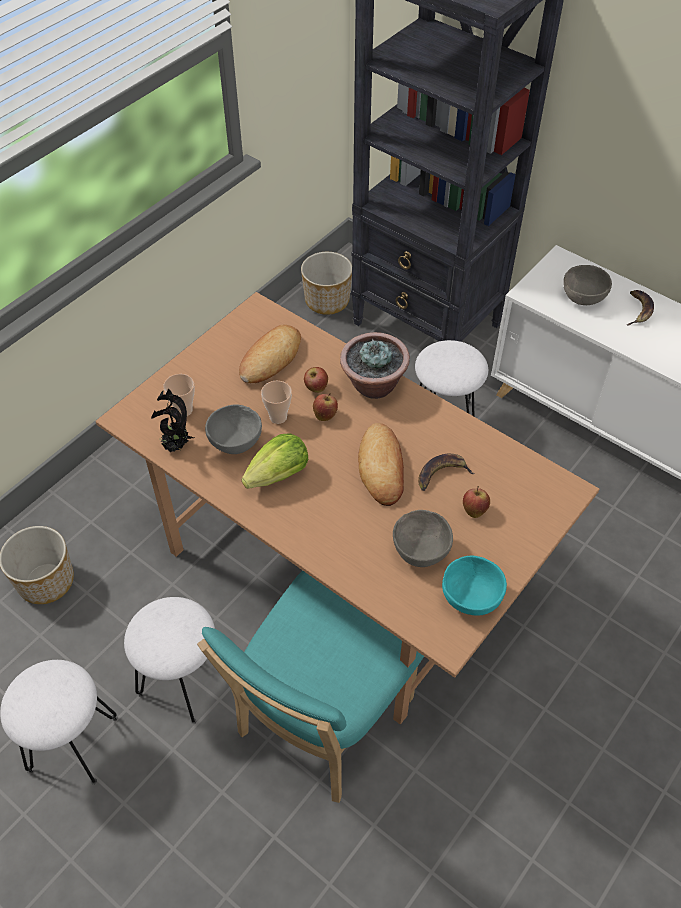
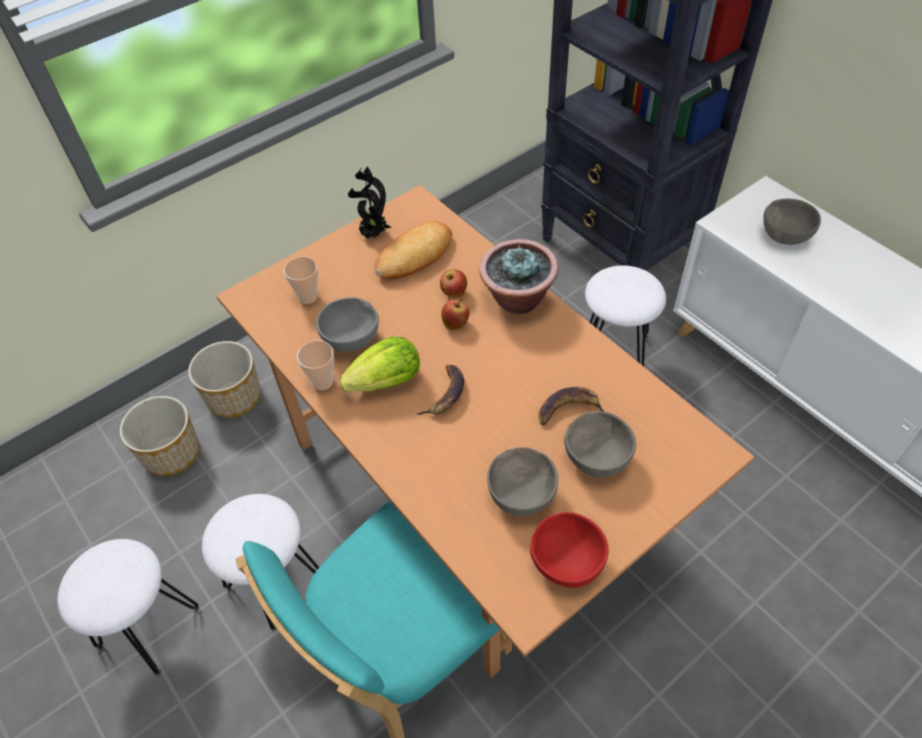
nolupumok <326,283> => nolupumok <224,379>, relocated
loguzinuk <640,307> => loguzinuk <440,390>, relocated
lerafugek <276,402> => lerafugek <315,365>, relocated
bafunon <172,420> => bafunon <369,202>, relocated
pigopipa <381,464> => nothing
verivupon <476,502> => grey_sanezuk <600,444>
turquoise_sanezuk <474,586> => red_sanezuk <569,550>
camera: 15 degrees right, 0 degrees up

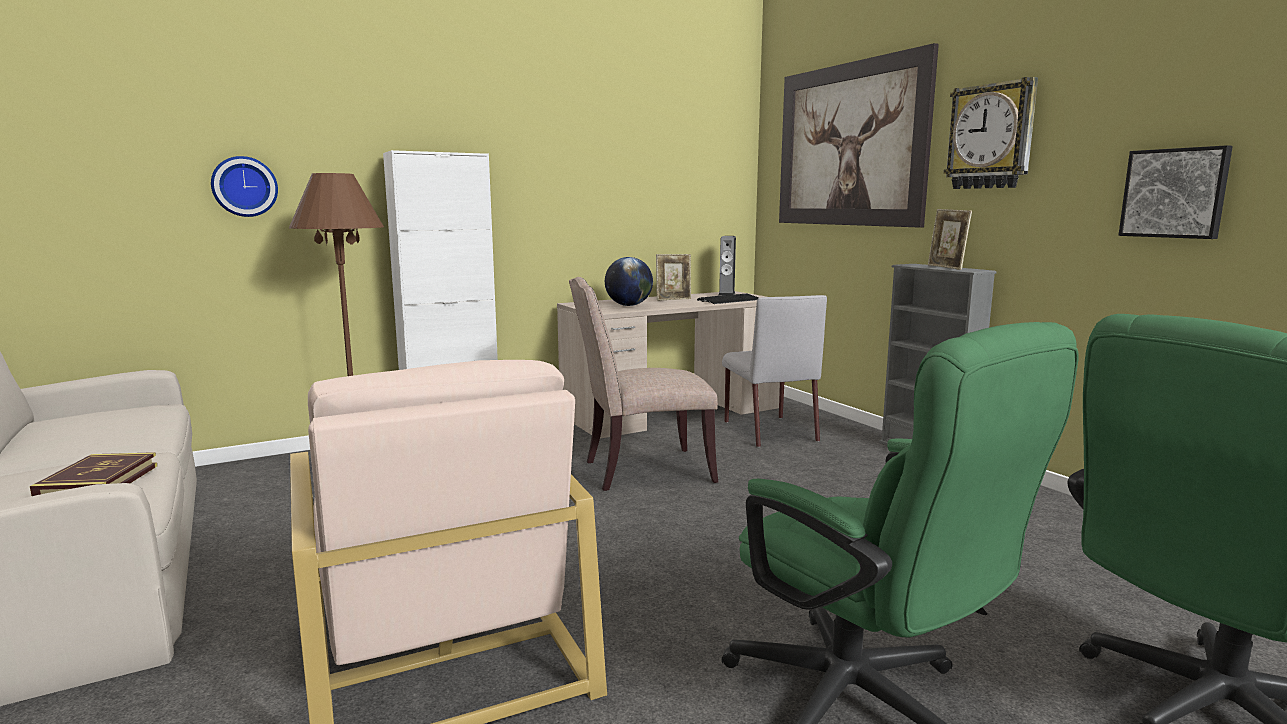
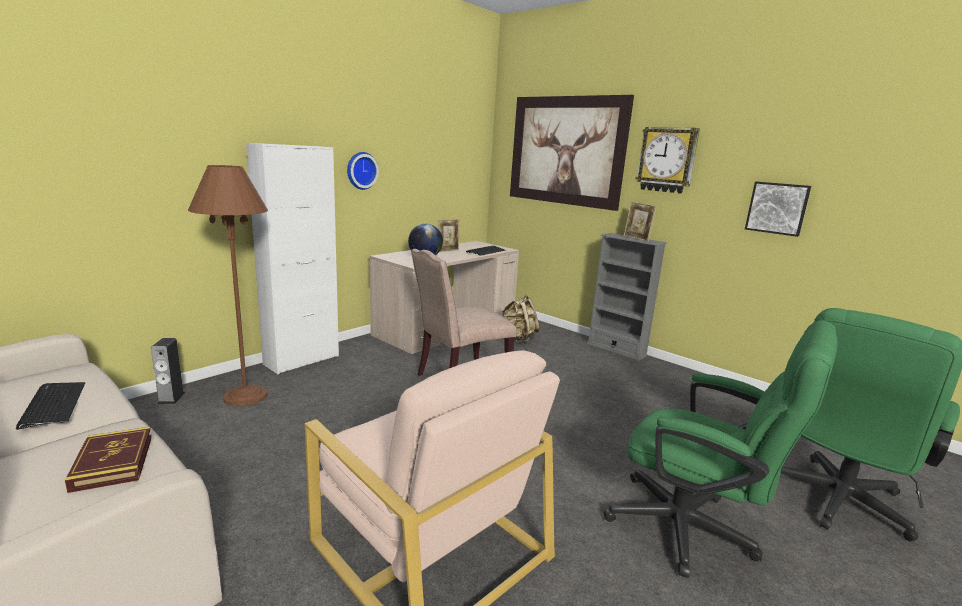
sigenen <244,186> => sigenen <363,171>, relocated
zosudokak <727,266> => zosudokak <168,371>, relocated
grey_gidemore <774,371> => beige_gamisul <521,319>
nothing => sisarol <50,406>
camera: 20 degrees left, 5 degrees up

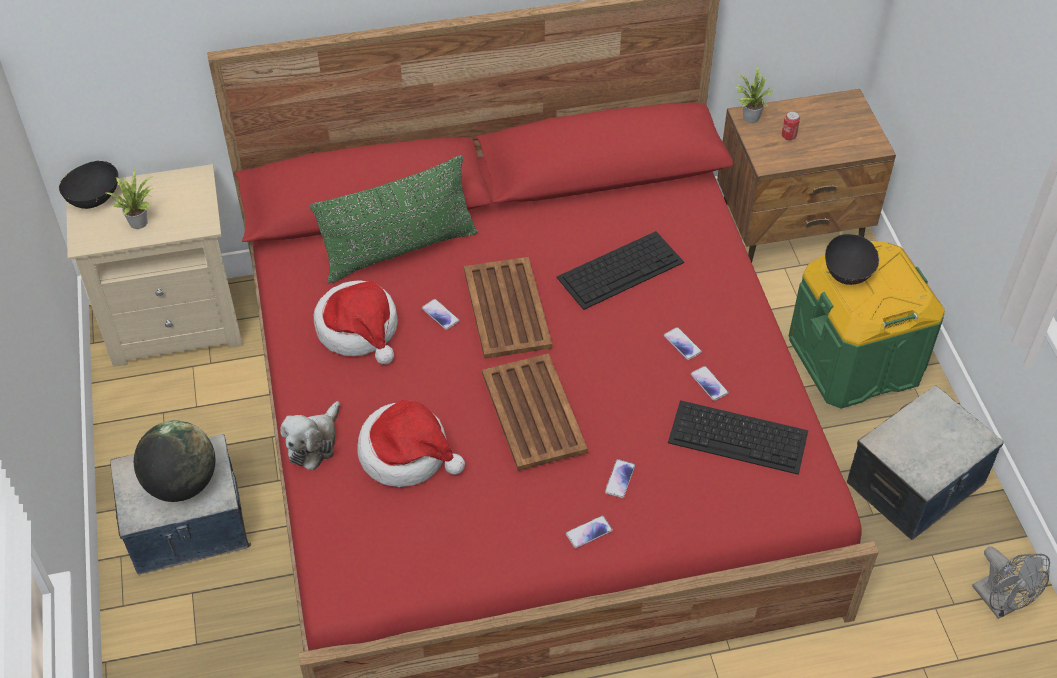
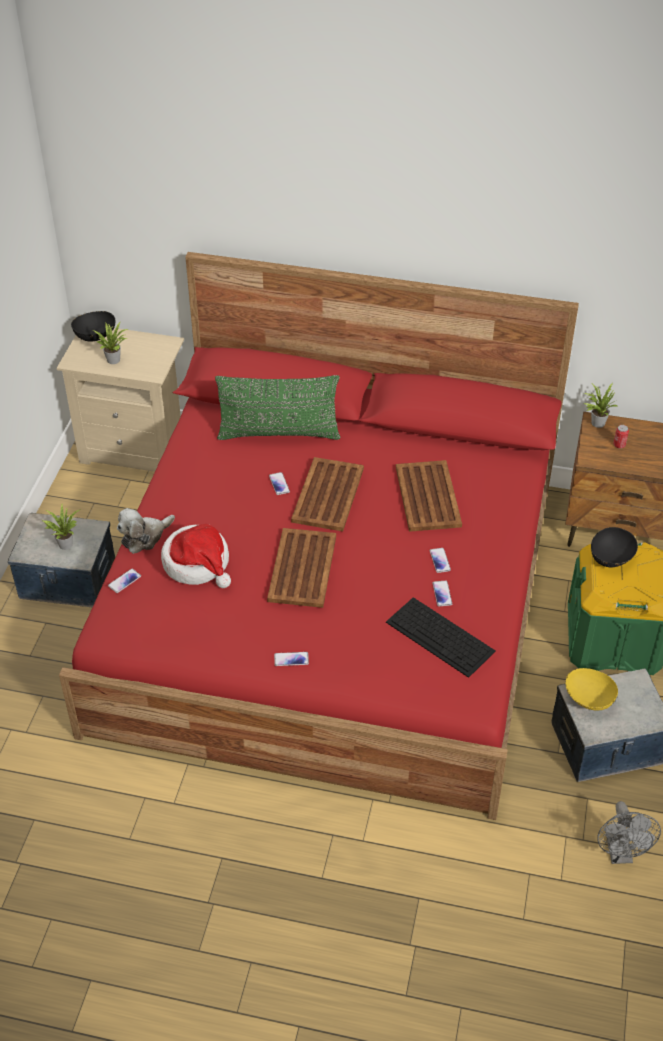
sisarol <620,270> => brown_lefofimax <429,496>
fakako <356,323> => nothing
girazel <174,461> => bafunon <61,527>
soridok <620,478> => soridok <124,581>, relocated
nothing => yellow_sanezuk <591,689>
camera: 25 degrees right, 5 degrees down

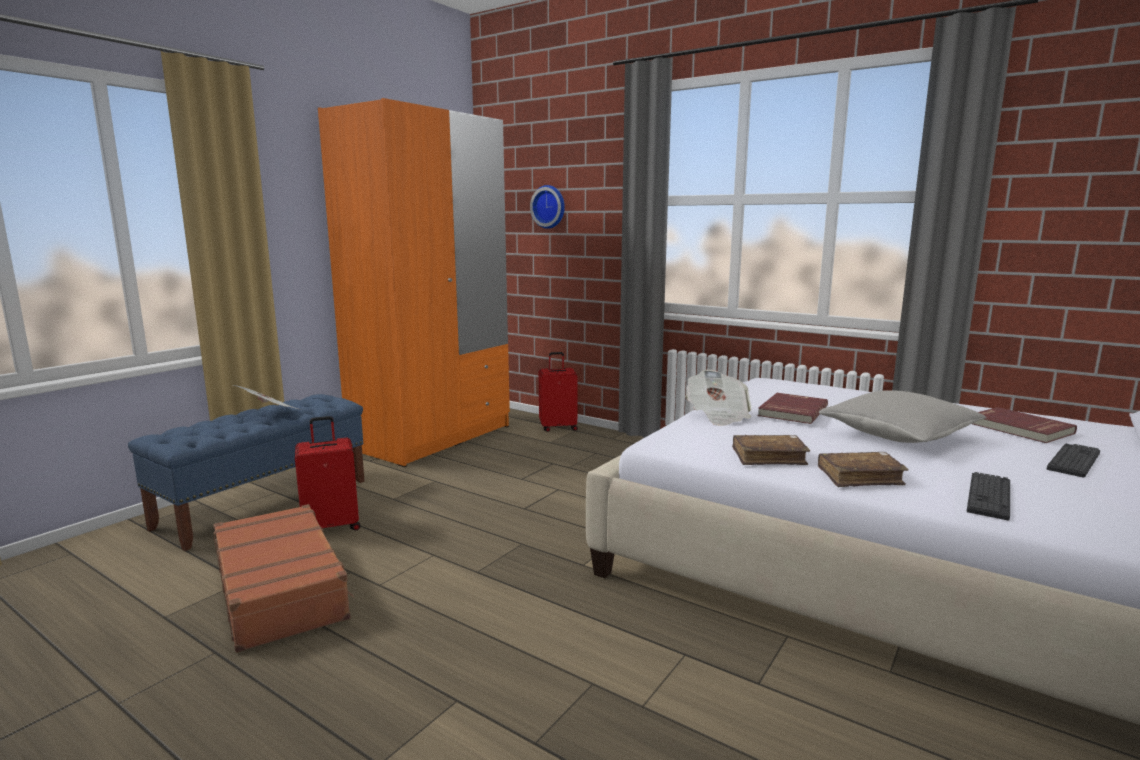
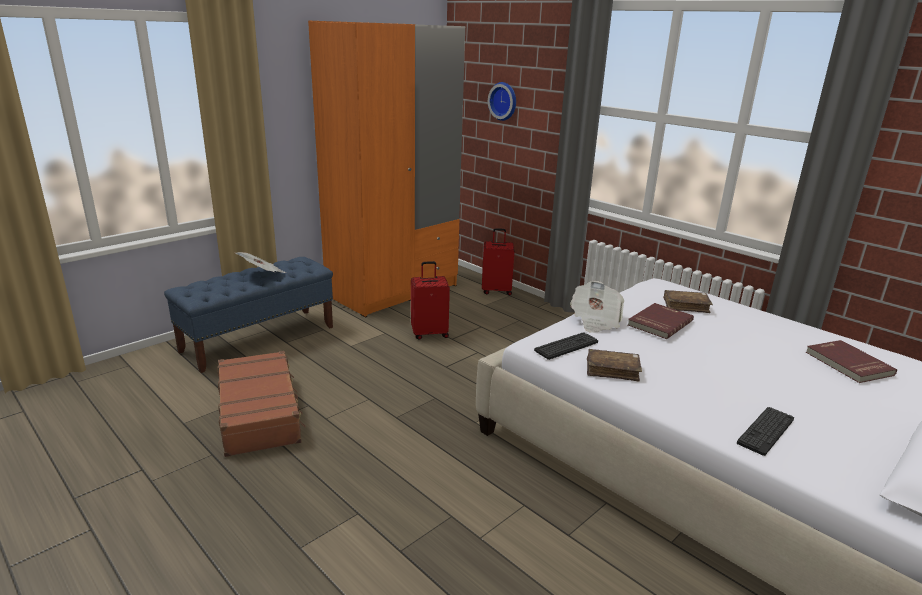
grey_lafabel <903,416> => nothing
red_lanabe <327,473> => red_lanabe <430,300>, relocated
sisarol <1073,461> => sisarol <566,346>, relocated
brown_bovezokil <863,469> => brown_bovezokil <688,301>, relocated
camera: 10 degrees right, 10 degrees up

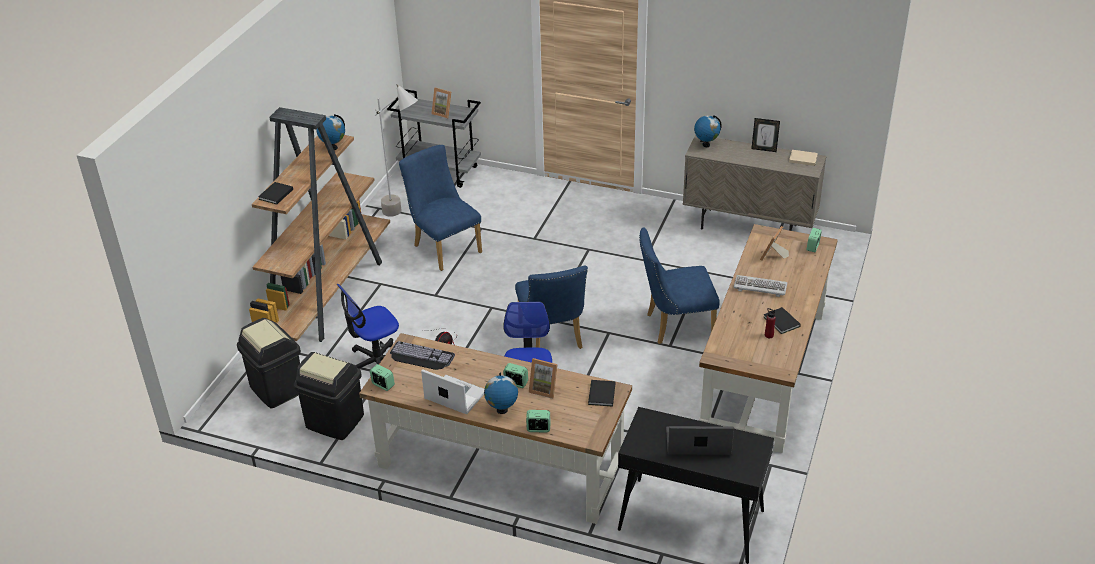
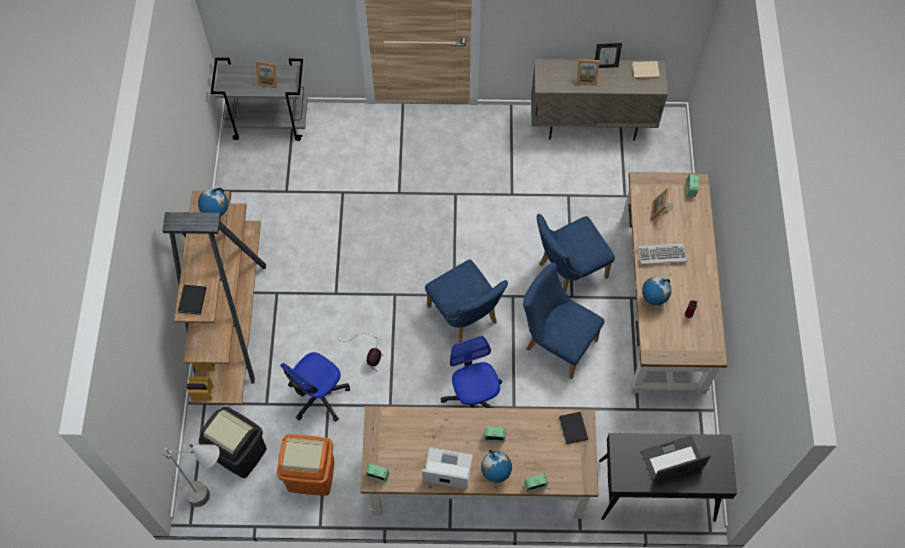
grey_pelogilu <396,150> => grey_pelogilu <191,475>, relocated
girazel <708,131> => girazel <656,290>, relocated
blue_gidemore <440,208> => blue_gidemore <563,321>, relocated
black_bovezokil <782,320> => nothing
sisarol <422,355> => nothing
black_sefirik <329,396> => orange_sefirik <306,465>
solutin <543,378> => solutin <588,72>, relocated
camera: 20 degrees left, 25 degrees up

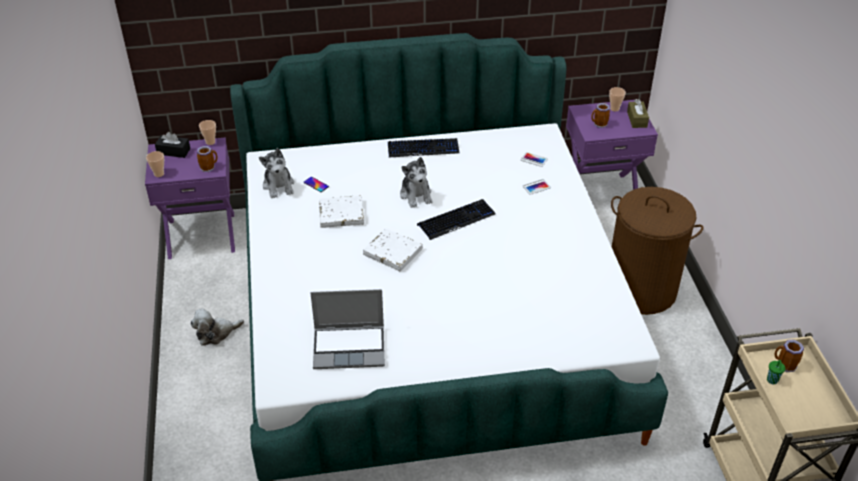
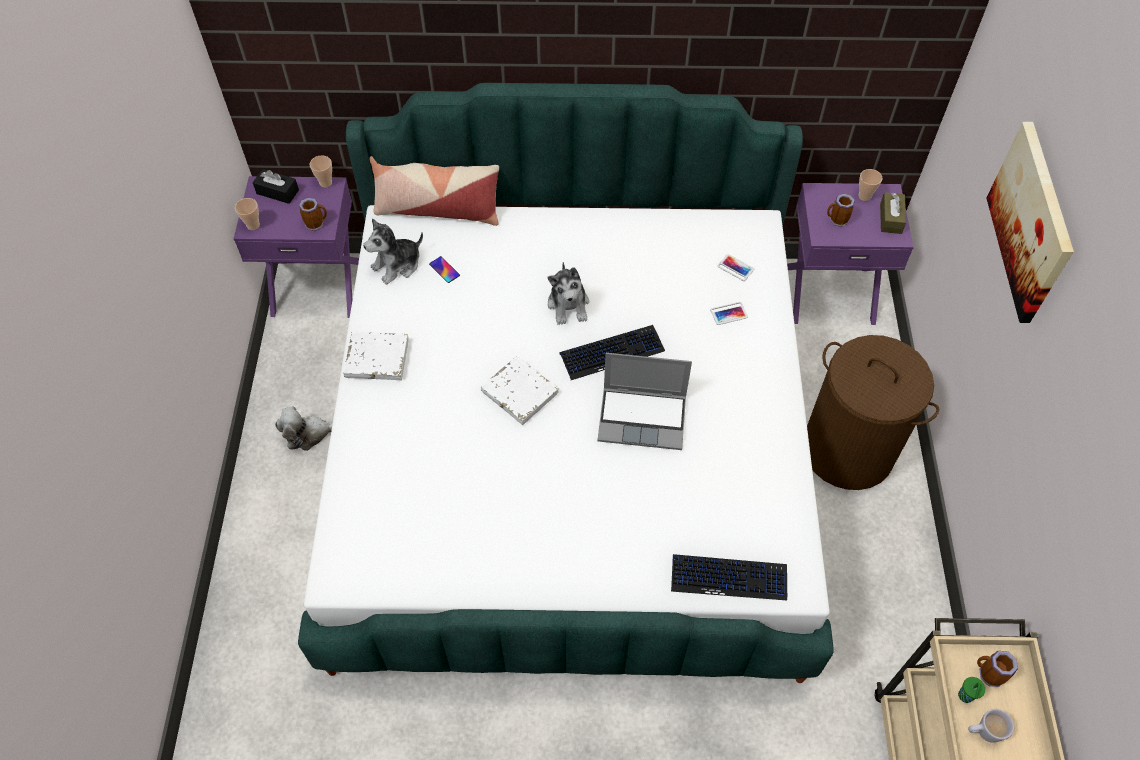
sisarol <423,147> => sisarol <729,577>, relocated
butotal <276,173> => butotal <393,252>, 60 degrees clockwise
white_bovezokil <341,211> => white_bovezokil <376,356>, relocated
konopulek <347,329> => konopulek <644,401>, relocated
nothing => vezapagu <1030,222>
nothing => lafabel <434,191>
nothing => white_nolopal <991,726>
camera: 10 degrees right, 15 degrees up

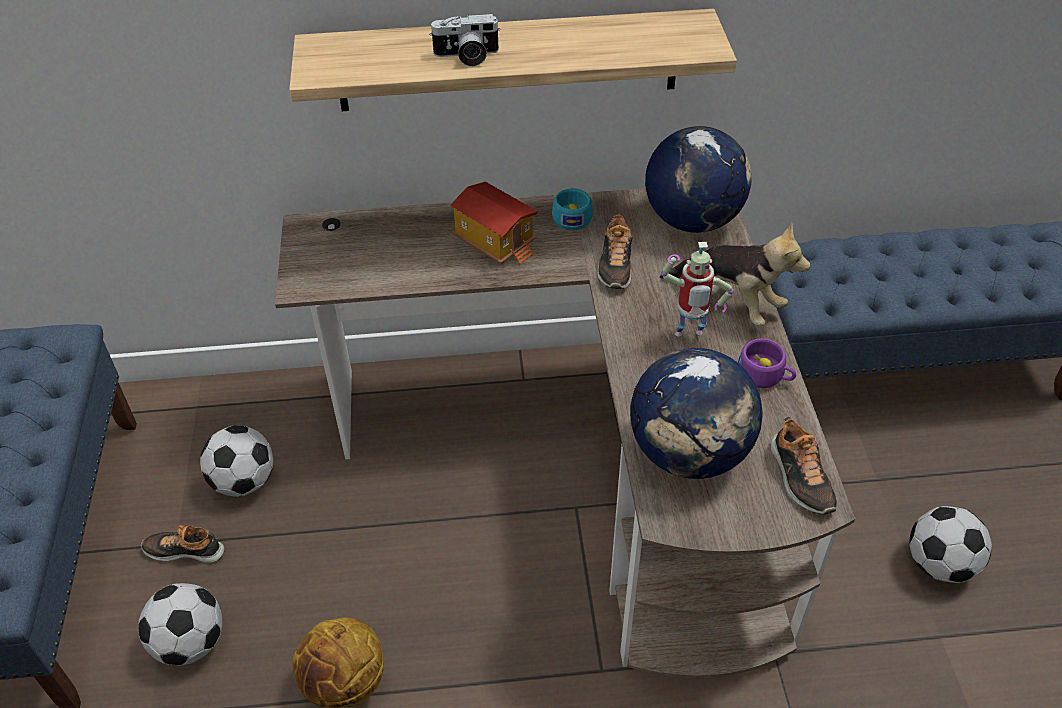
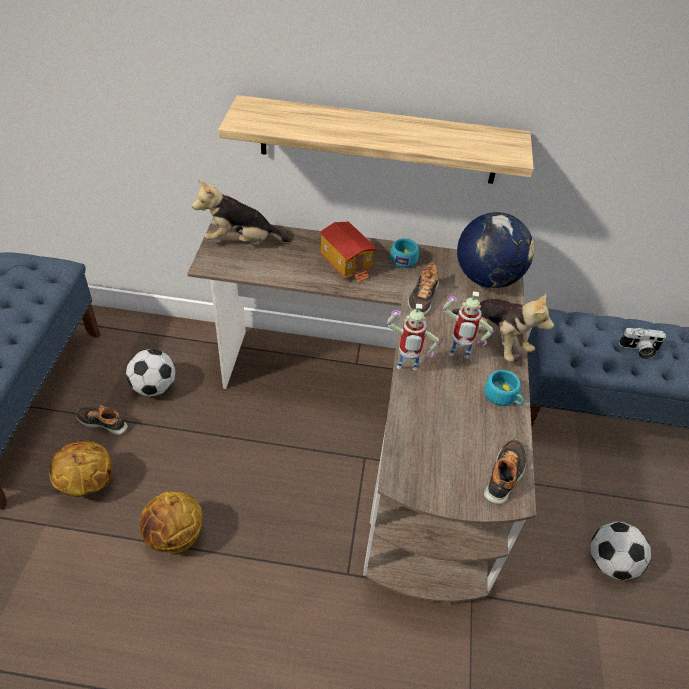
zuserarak <464,40> => zuserarak <642,343>, relocated
purple_lerafugek <767,363> => turquoise_lerafugek <504,388>
girazel <696,413> => nothing
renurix <803,465> => renurix <505,472>, 150 degrees counterclockwise
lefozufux <180,624> => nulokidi <81,468>
nothing => butotal <241,211>
nothing => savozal <413,337>
camera: 10 degrees right, 0 degrees up

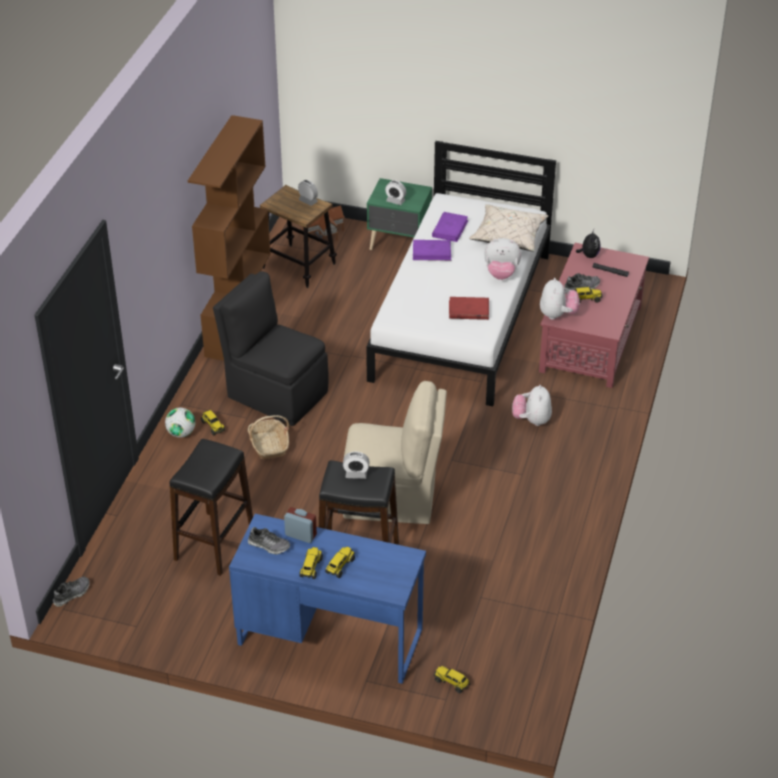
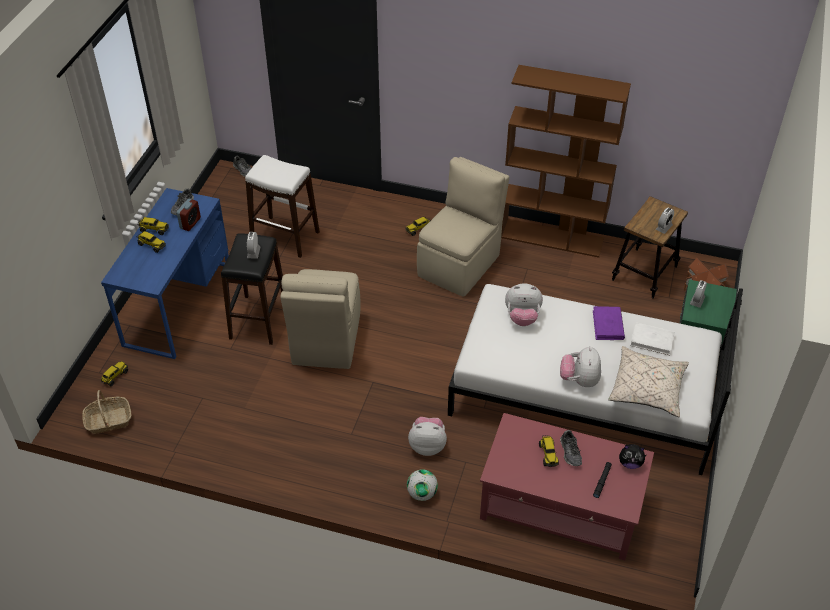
purple_bovezokil <450,227> => white_bovezokil <652,339>
black_gidemore <270,348> => beige_gidemore <463,227>
butotal <560,299> => butotal <524,304>, relocated
red_bovezokil <469,308> => nothing
lefozufux <180,423> => lefozufux <422,485>, relocated
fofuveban <268,437> => fofuveban <106,412>, relocated
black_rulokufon <211,507> => white_rulokufon <282,206>
camera: 90 degrees right, 5 degrees up

